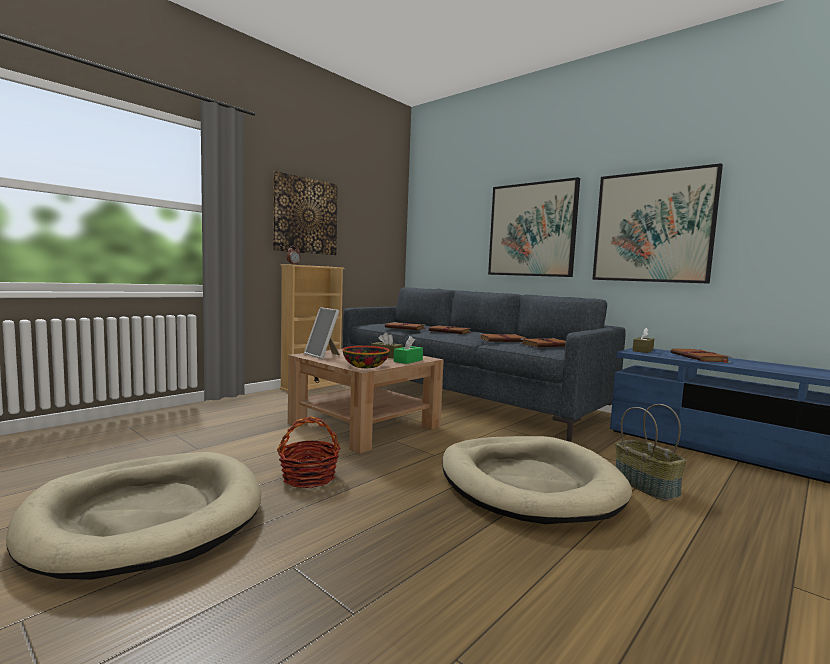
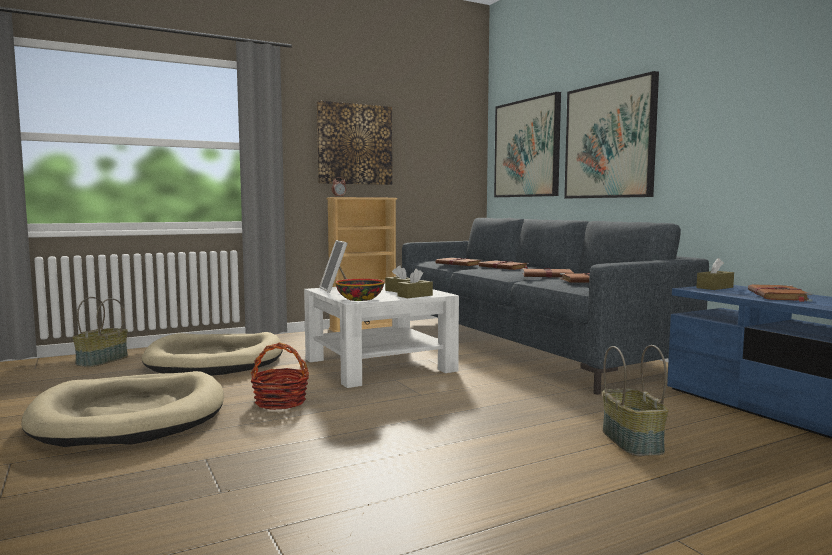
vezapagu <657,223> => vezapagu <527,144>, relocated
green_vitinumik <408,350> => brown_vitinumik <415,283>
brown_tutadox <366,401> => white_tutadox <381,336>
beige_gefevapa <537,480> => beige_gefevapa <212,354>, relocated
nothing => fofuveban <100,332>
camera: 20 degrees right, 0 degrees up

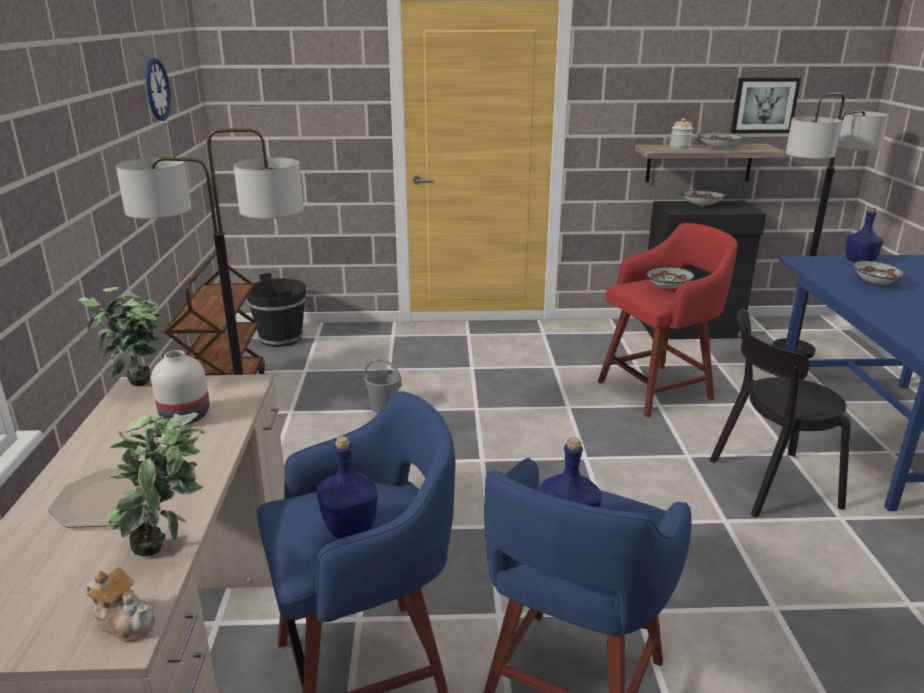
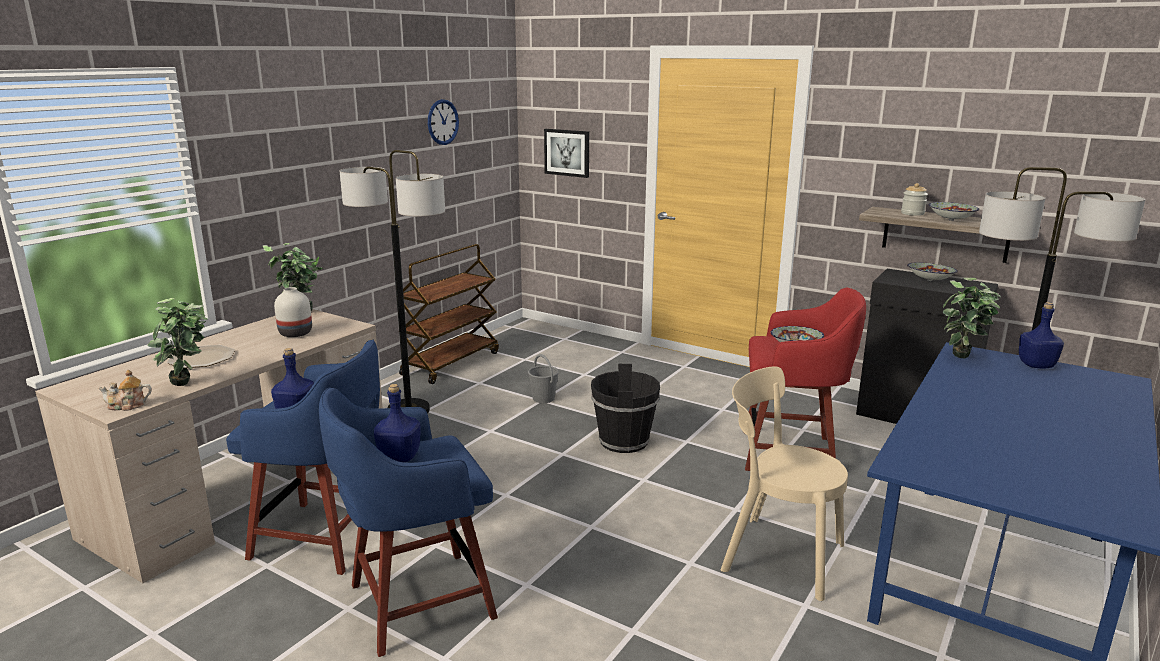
vezapagu <766,105> => vezapagu <566,153>, relocated
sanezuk <878,273> => nothing
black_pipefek <276,310> => black_pipefek <625,408>, relocated
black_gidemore <780,412> => beige_gidemore <784,483>
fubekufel <120,604> => fubekufel <125,390>, 105 degrees clockwise
nothing => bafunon <972,318>
camera: 35 degrees right, 5 degrees down

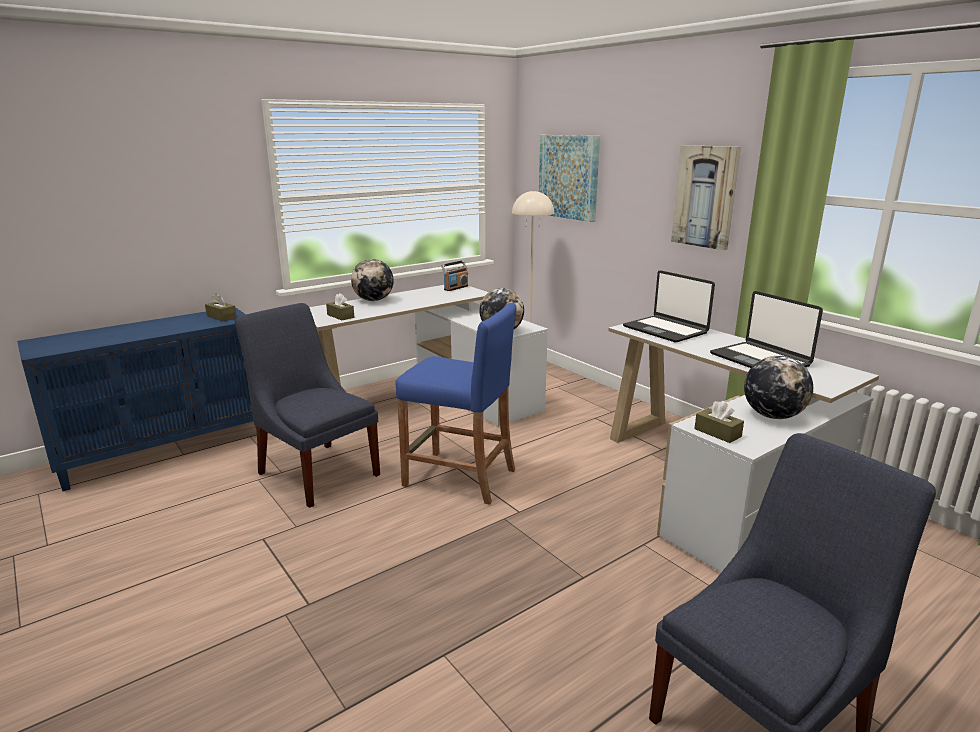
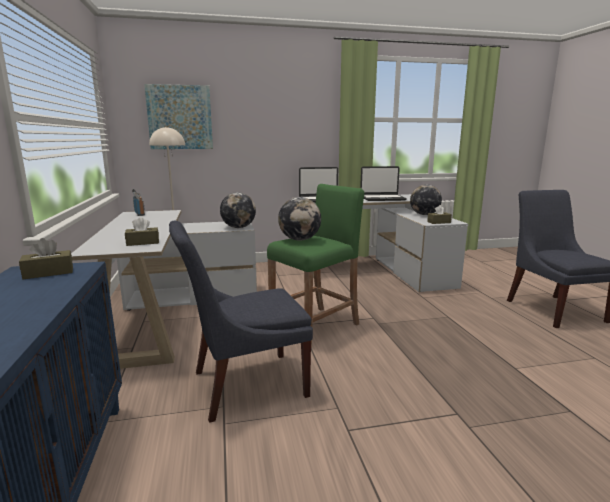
vezapagu <706,197> => nothing
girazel <372,280> => girazel <299,219>, relocated
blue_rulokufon <456,404> => green_rulokufon <315,266>
camera: 65 degrees left, 5 degrees down

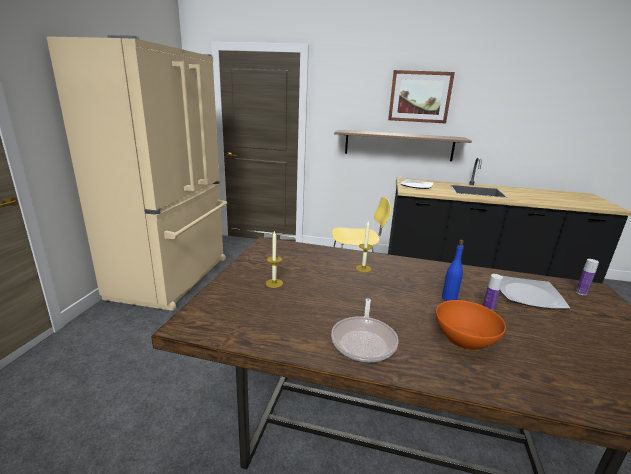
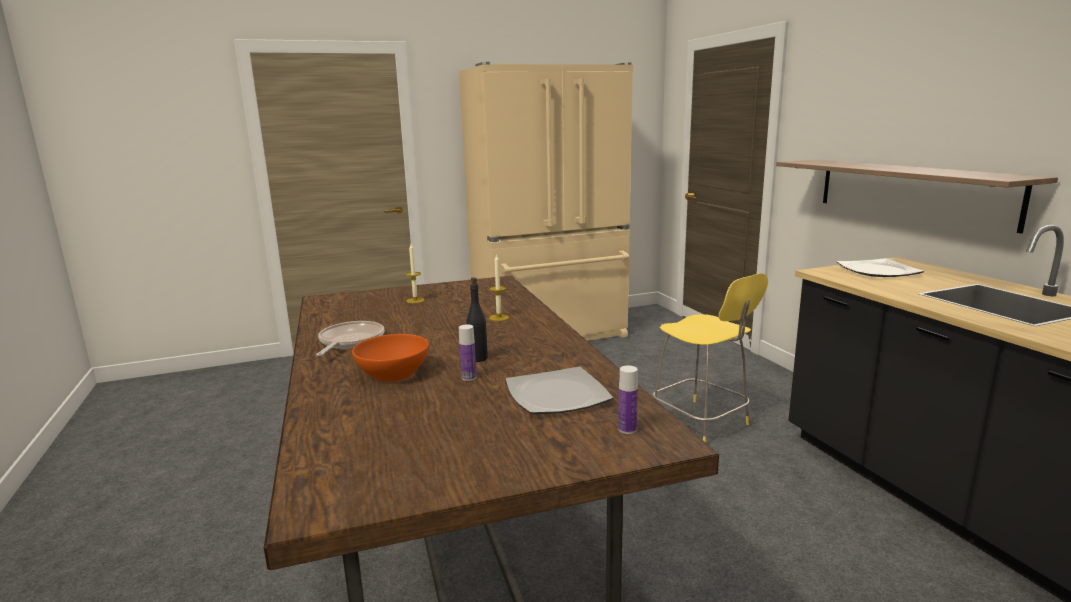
vezapagu <421,96> => nothing
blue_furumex <453,270> => black_furumex <477,319>
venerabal <364,330> => venerabal <350,338>, 120 degrees clockwise
camera: 60 degrees right, 5 degrees down

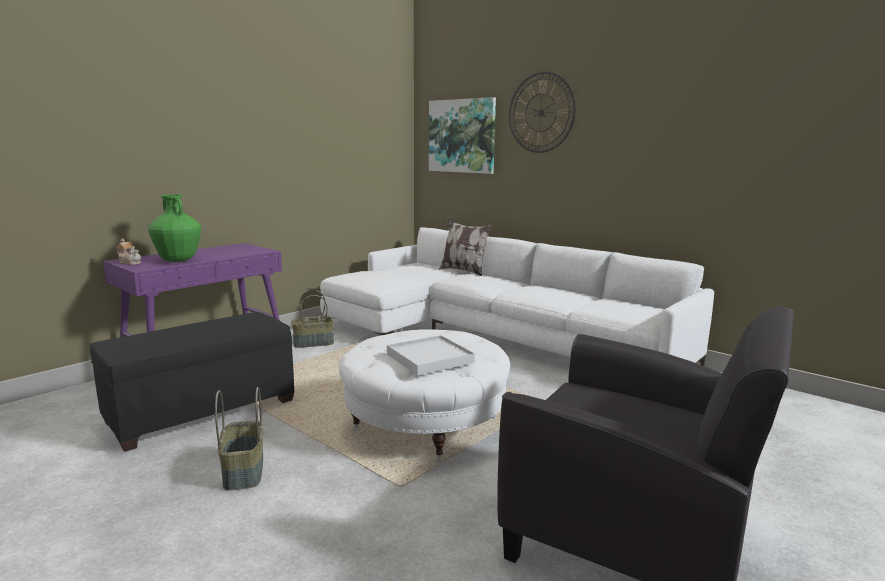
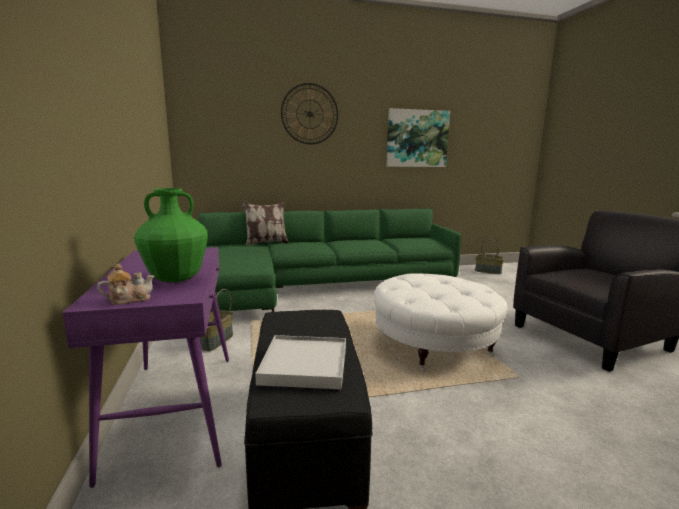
vezapagu <462,135> => vezapagu <418,137>, relocated
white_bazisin <517,296> => green_bazisin <329,260>
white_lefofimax <431,355> => white_lefofimax <300,362>, relocated
fofuveban <239,438> => fofuveban <489,255>, relocated
camera: 55 degrees left, 0 degrees up

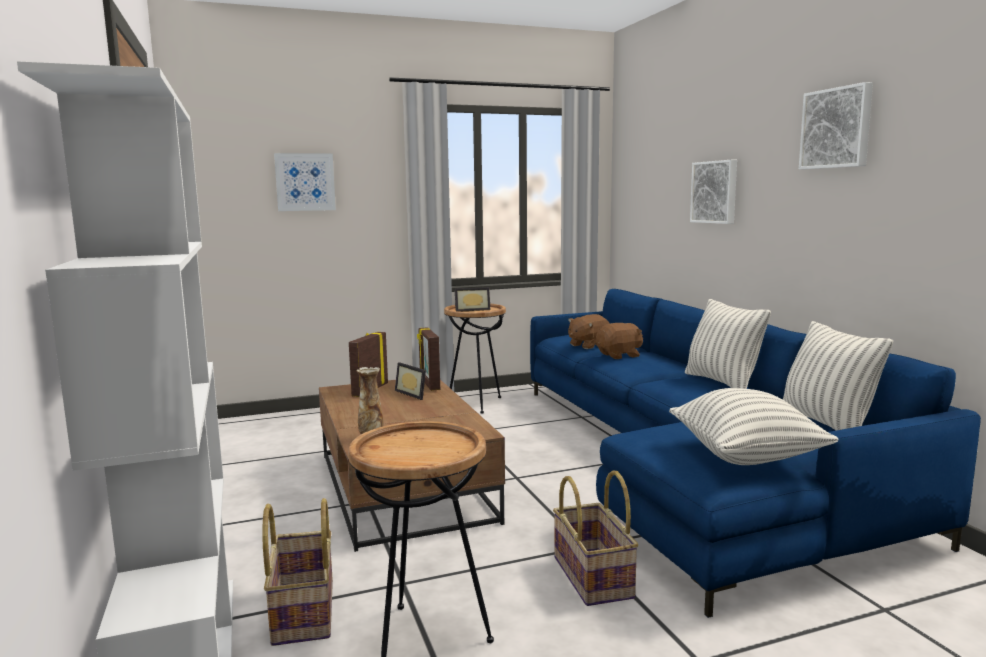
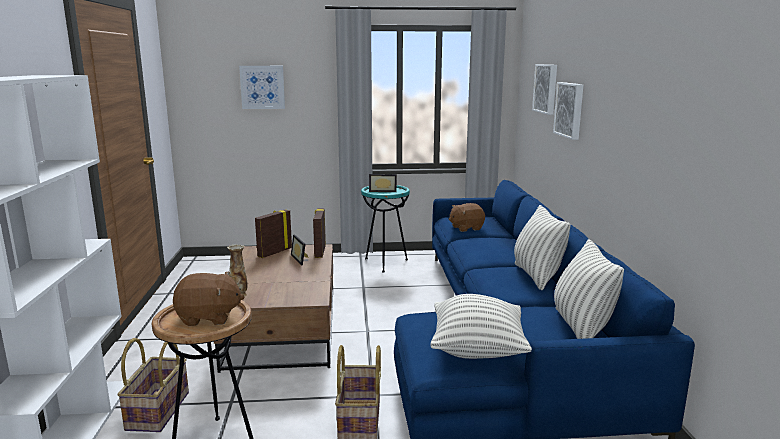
vezapagu <836,125> => vezapagu <544,89>, relocated
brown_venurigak <475,359> => turquoise_venurigak <385,229>
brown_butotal <619,341> => brown_butotal <209,298>, relocated
camera: 15 degrees right, 5 degrees up

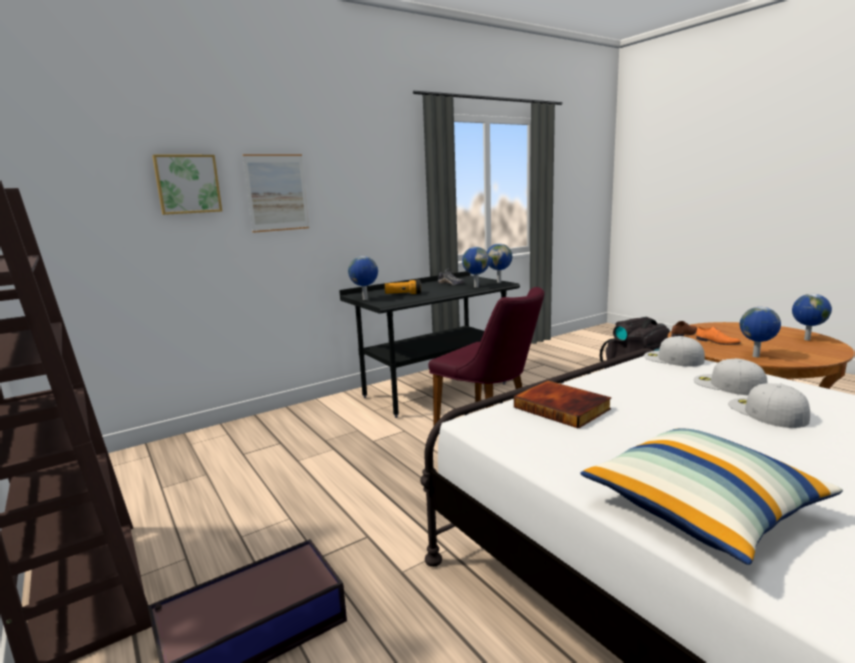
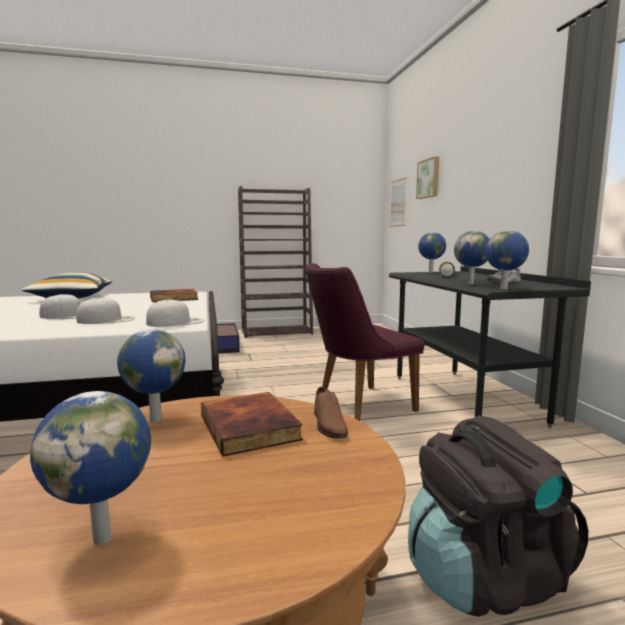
vezapagu <276,193> => vezapagu <398,202>, relocated
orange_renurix <718,335> => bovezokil <252,424>
camera: 110 degrees right, 5 degrees down

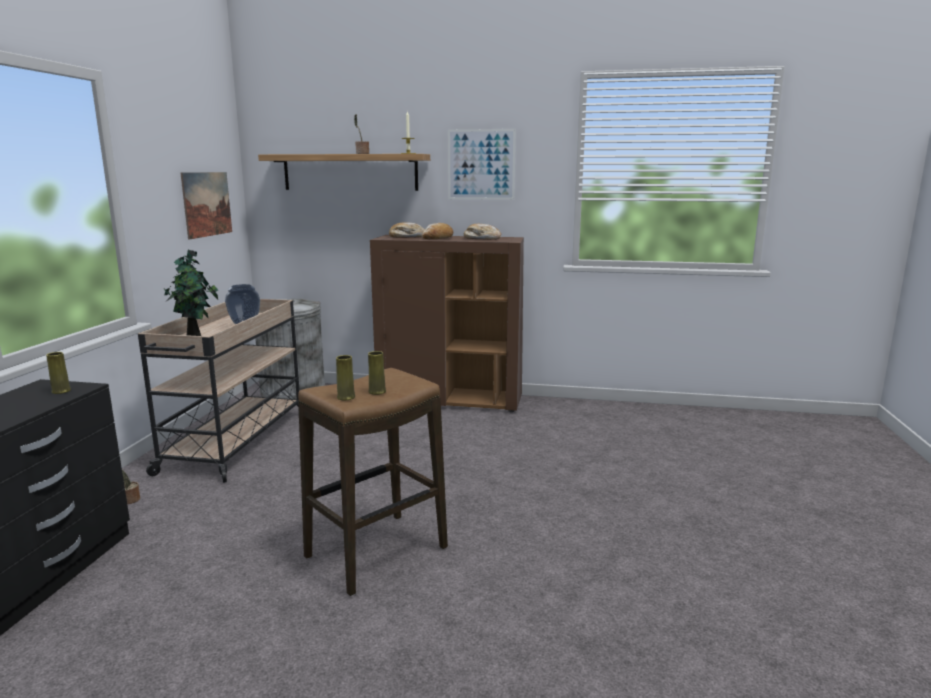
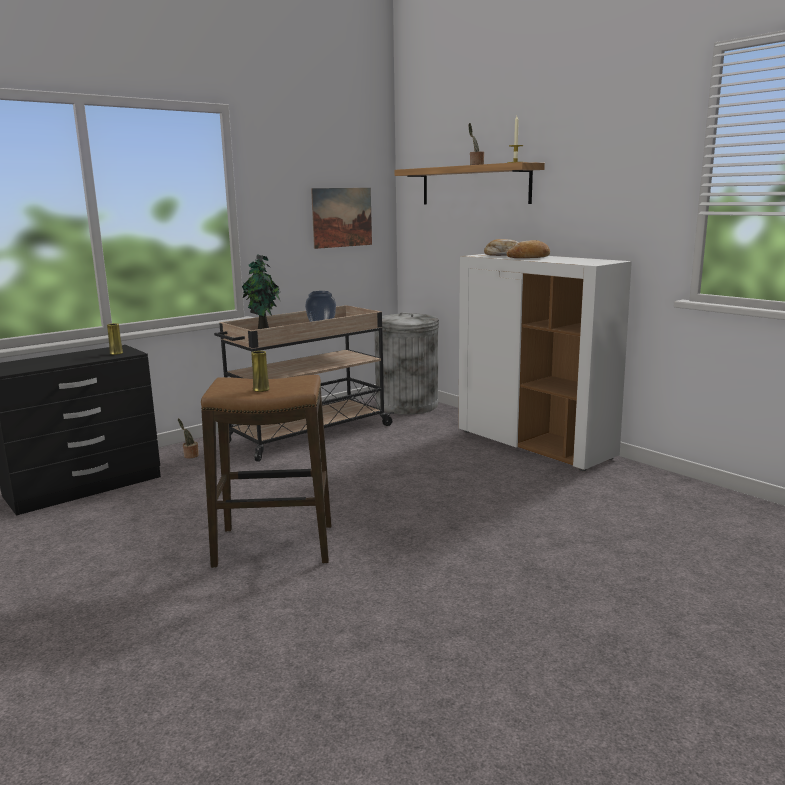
vezapagu <482,164> => nothing
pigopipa <482,232> => nothing
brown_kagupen <447,323> => white_kagupen <545,362>
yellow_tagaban <345,377> => nothing
camera: 40 degrees right, 0 degrees up

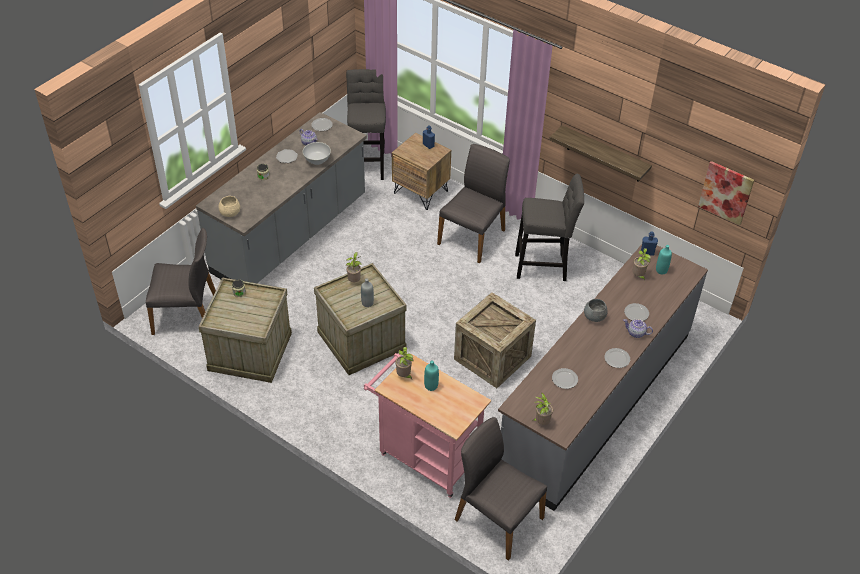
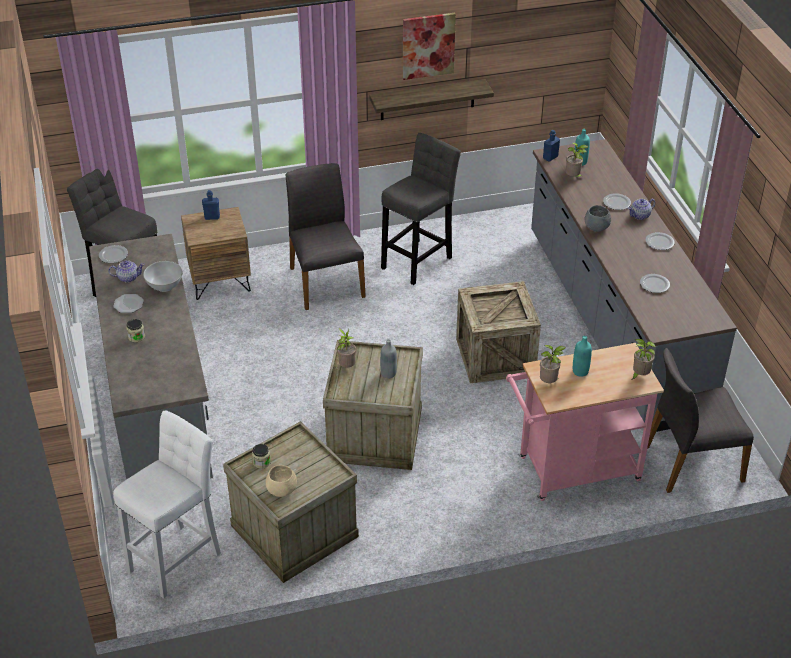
vezapagu <726,193> => vezapagu <429,46>, relocated
beige_sanezuk <229,206> => beige_sanezuk <281,481>, relocated
grey_gidemore <181,281> => white_rulokufon <167,504>
bafunon <543,408> => bafunon <644,359>, relocated
camera: 50 degrees left, 5 degrees down

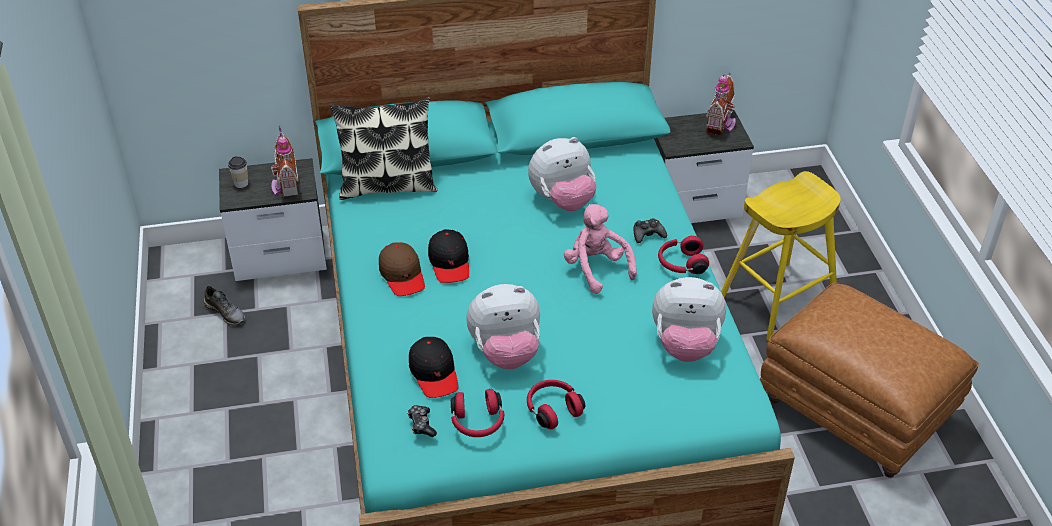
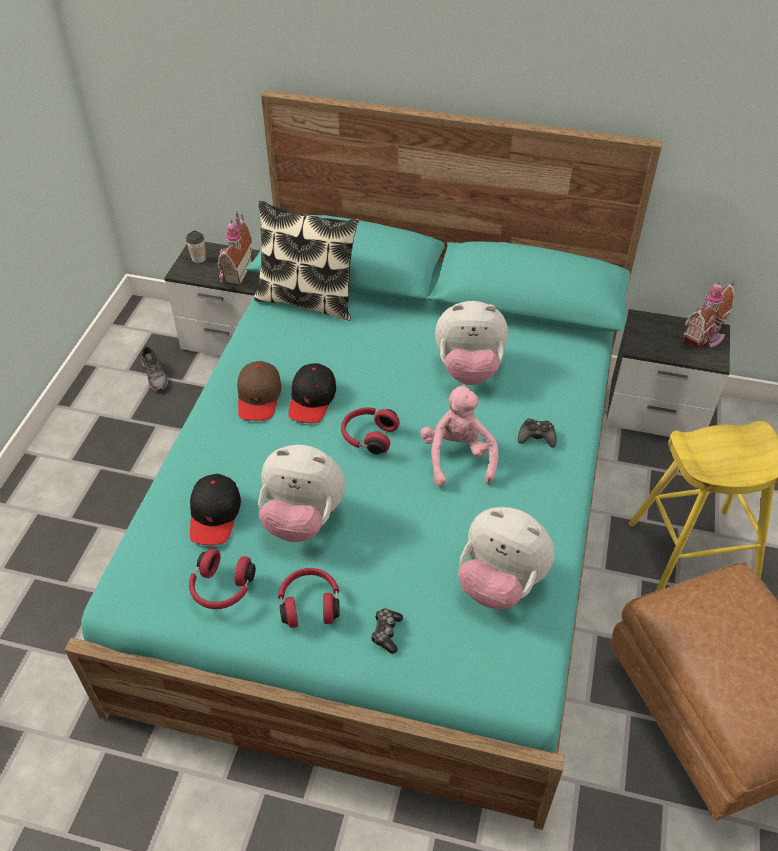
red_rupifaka <683,255> => red_rupifaka <370,430>, relocated
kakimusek <422,421> => kakimusek <387,631>, relocated
camera: 25 degrees right, 5 degrees up

